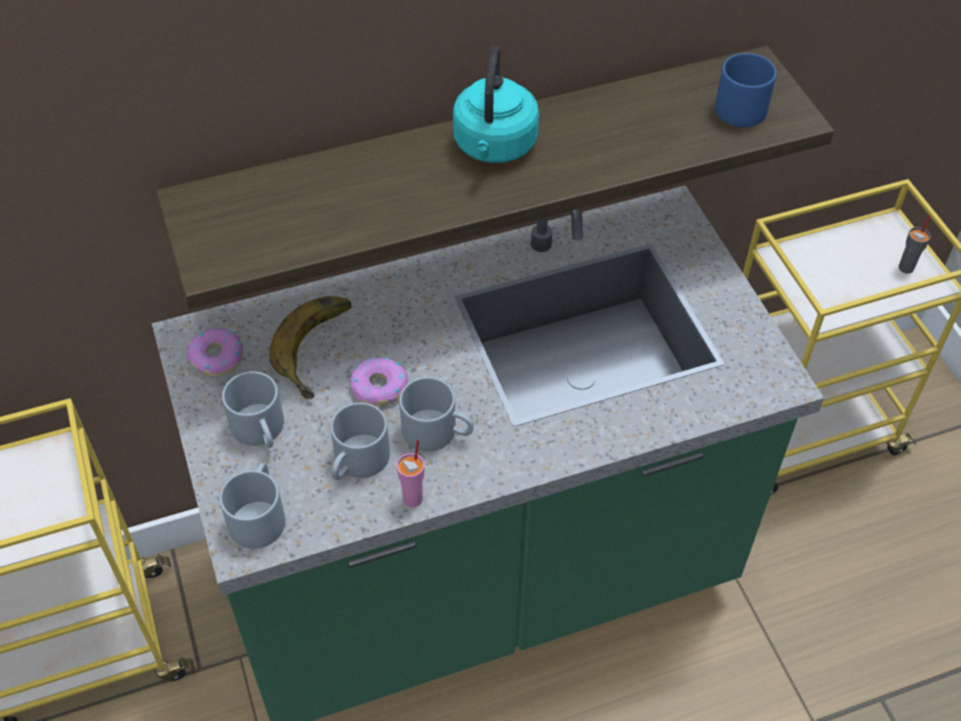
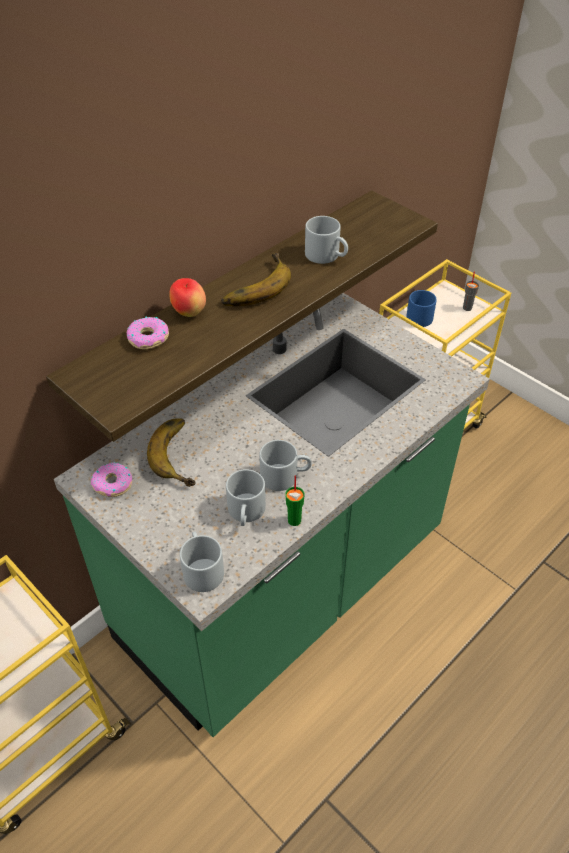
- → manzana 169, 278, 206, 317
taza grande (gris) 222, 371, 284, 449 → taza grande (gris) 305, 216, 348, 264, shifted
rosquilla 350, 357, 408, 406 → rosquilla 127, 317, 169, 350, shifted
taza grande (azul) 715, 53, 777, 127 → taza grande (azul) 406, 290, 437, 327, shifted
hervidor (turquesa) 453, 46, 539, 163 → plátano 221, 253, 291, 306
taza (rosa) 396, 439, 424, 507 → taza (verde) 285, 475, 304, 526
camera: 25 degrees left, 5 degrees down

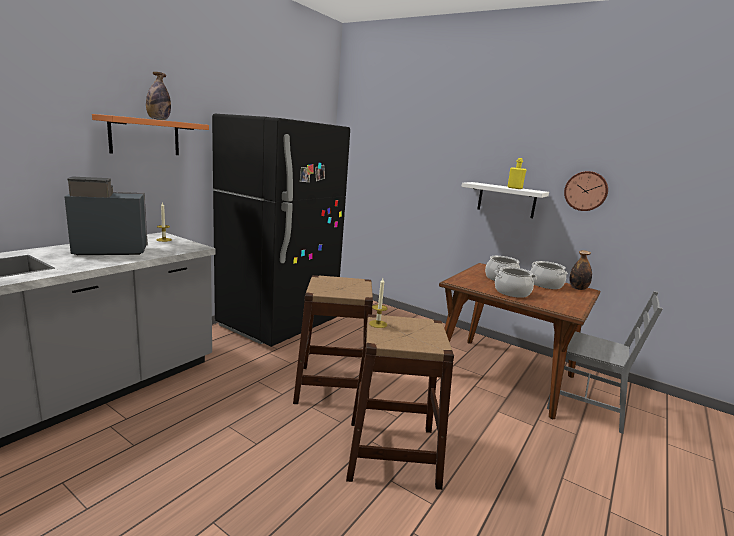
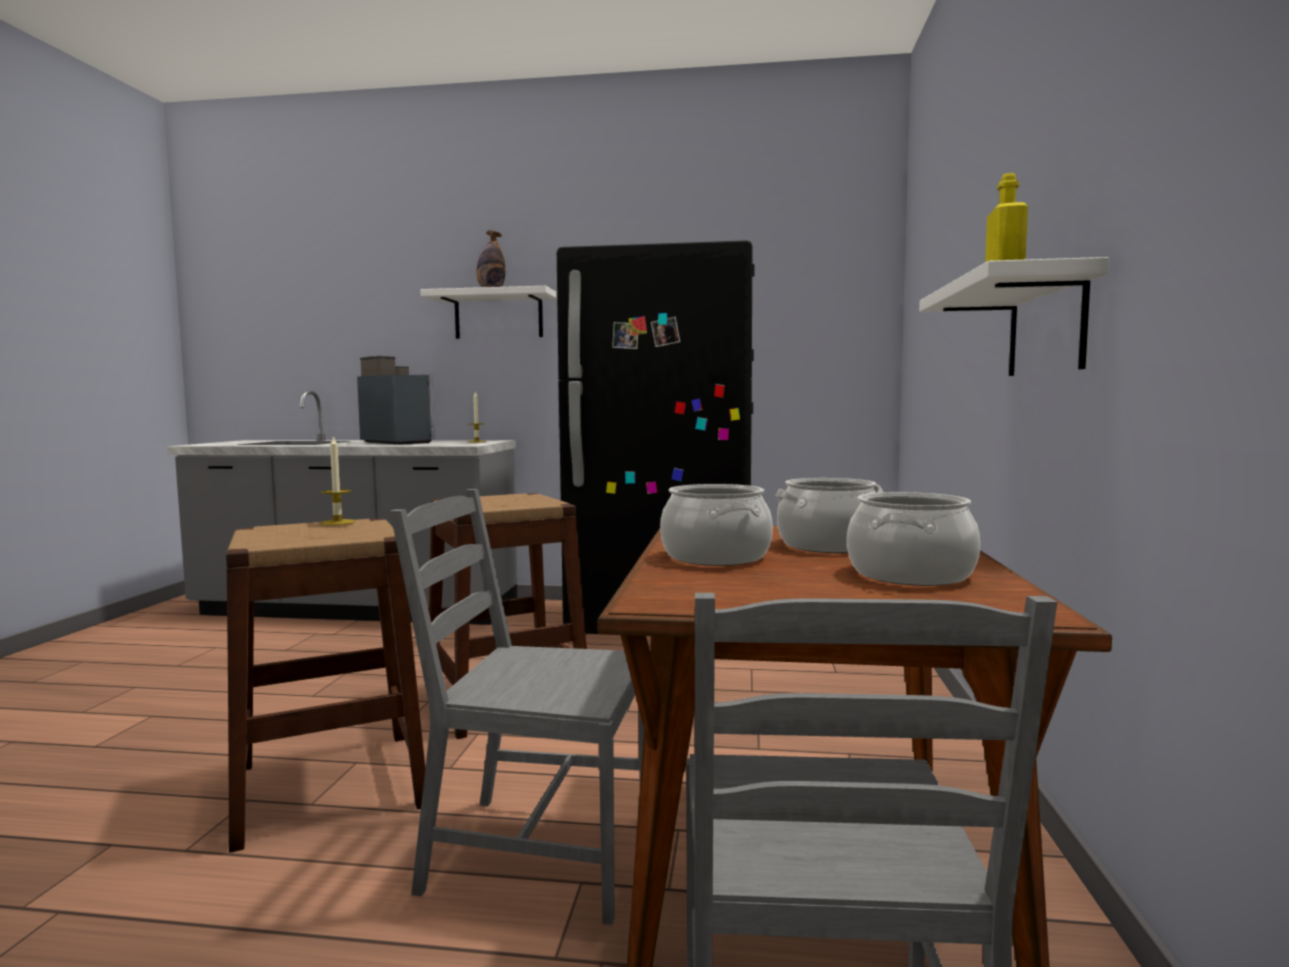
reloj de pared 564, 171, 608, 211 → -
botella 570, 250, 592, 290 → -
- → silla (gris) 390, 489, 644, 925
estante (naranja) 92, 114, 209, 155 → estante (blanco) 421, 286, 557, 339
camera: 65 degrees right, 10 degrees down

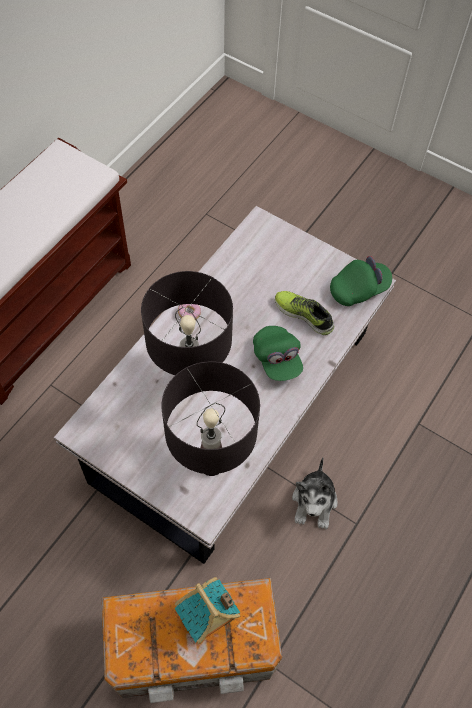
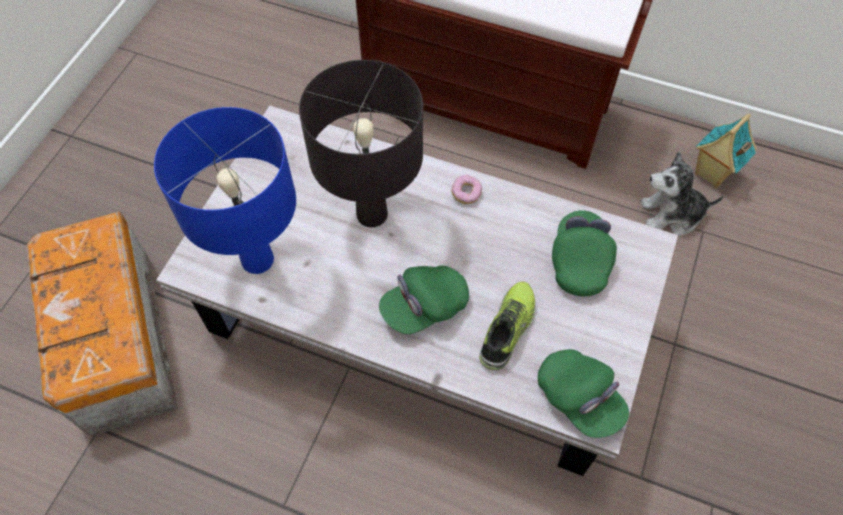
- → gorra (verde) 552, 210, 617, 296
casita 175, 577, 240, 644 → casita 695, 114, 757, 188, shifted
peluche 292, 457, 338, 529 → peluche 641, 151, 724, 235, shifted
lámpara de mesa (negro) 161, 361, 260, 476 → lámpara de mesa (azul) 154, 107, 296, 274
camera: 80 degrees right, 0 degrees up

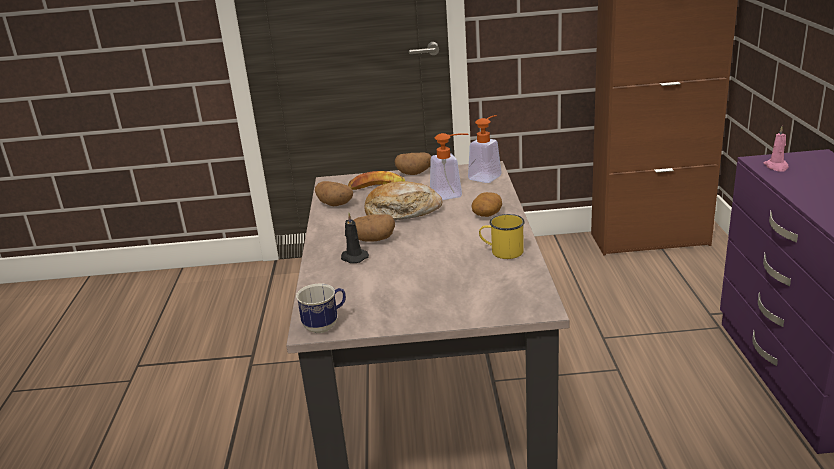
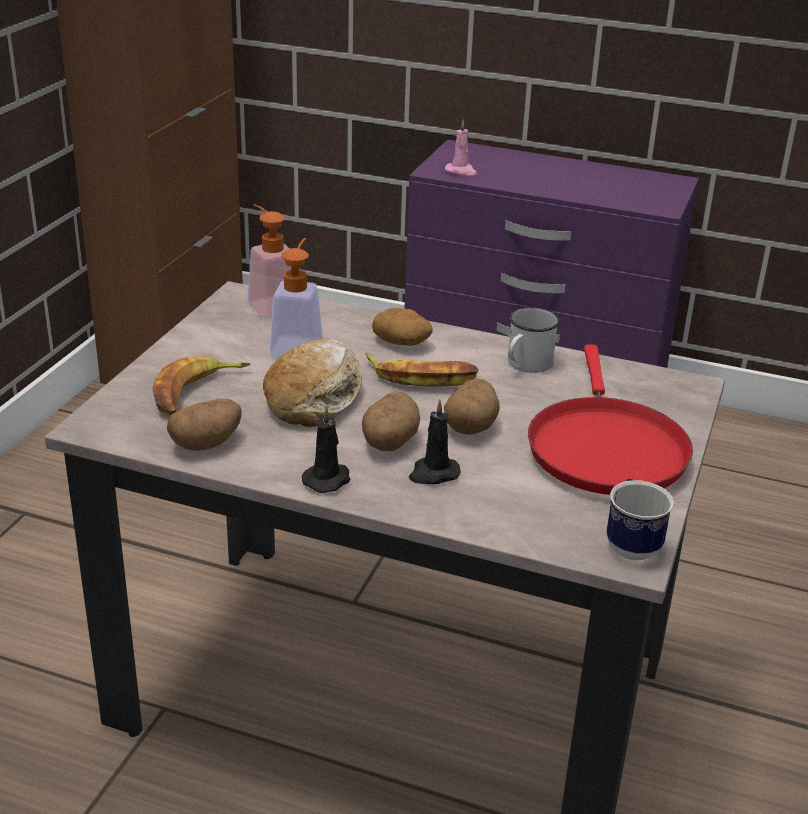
- → vela (negro) 302, 406, 350, 493
- → plátano 365, 352, 478, 387
- → sartén (rojo) 528, 344, 693, 495
patata 394, 152, 431, 175 → patata 444, 379, 500, 435, shifted
taza grande (amarillo) 479, 214, 525, 259 → taza grande (blanco) 508, 307, 560, 373
camera: 70 degrees left, 5 degrees up

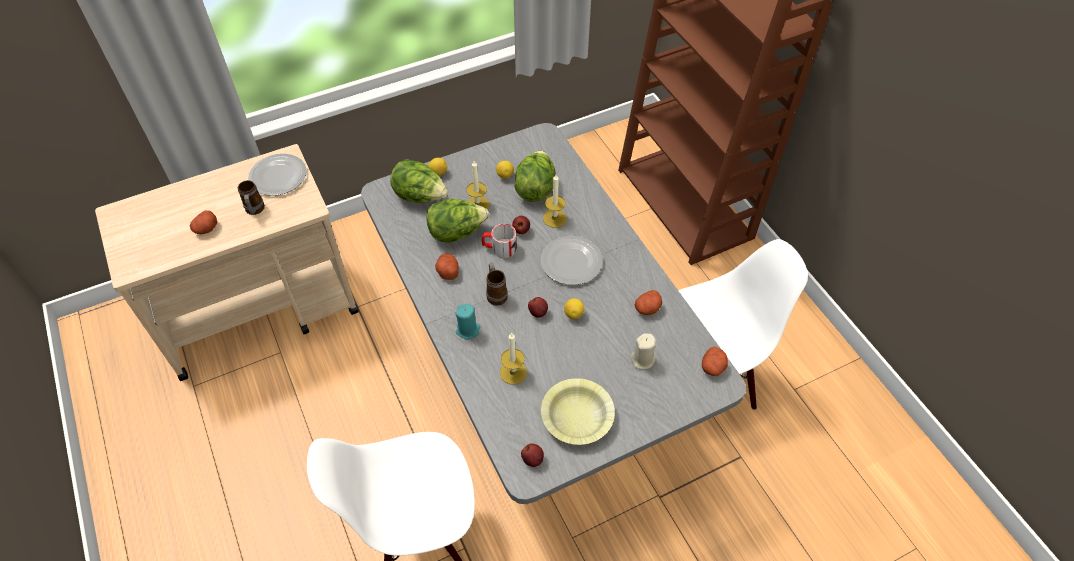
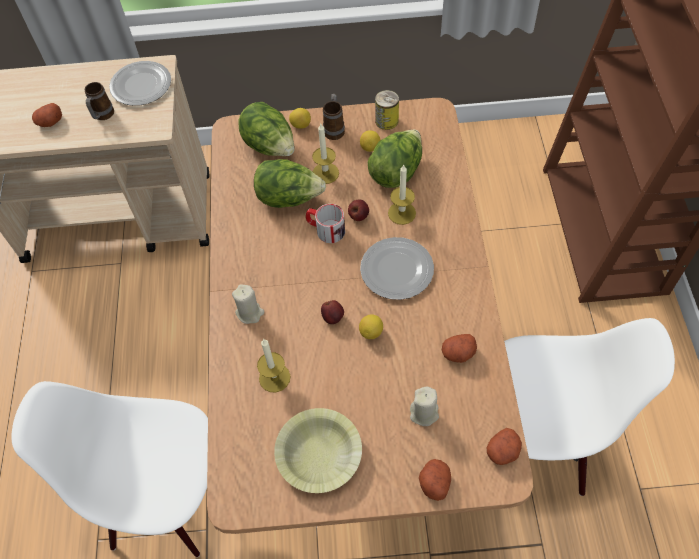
manzana 521, 443, 544, 467 → -
- → lata 375, 90, 399, 130
patata 435, 254, 458, 280 → patata 419, 459, 451, 501, shifted
taza grande 486, 263, 508, 306 → taza grande 323, 94, 345, 140, shifted
mesa de comedor (gris) 361, 123, 746, 504 → mesa de comedor (marrón) 207, 98, 533, 534
vela (turquesa) 455, 304, 480, 339 → vela (beis) 232, 284, 264, 324
camera: 25 degrees right, 5 degrees up

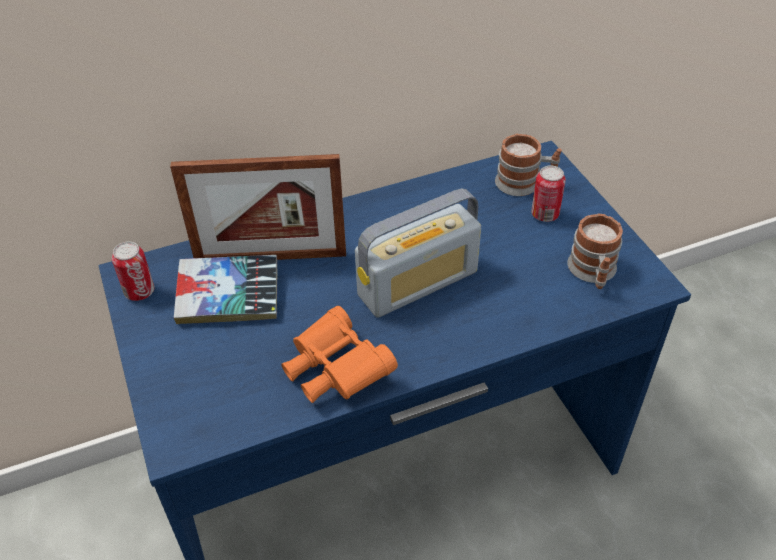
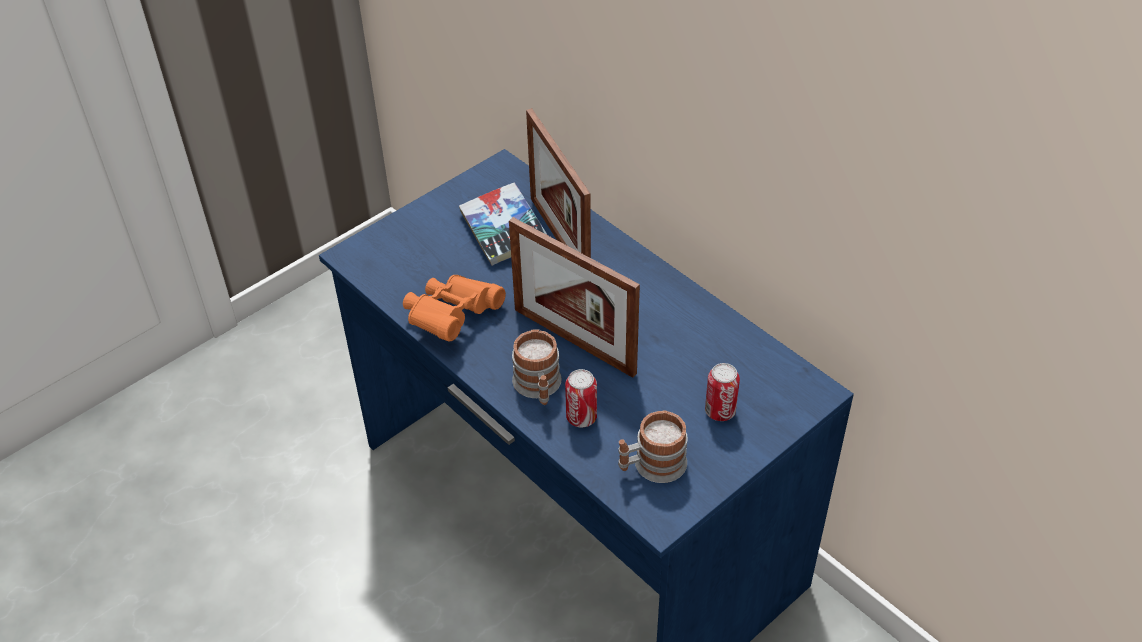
lata 112, 242, 154, 301 → lata 565, 369, 597, 427, shifted
taza grande 495, 134, 562, 196 → taza grande 512, 329, 562, 405, shifted
radio 355, 188, 481, 318 → portarretratos 509, 217, 640, 378
camera: 70 degrees right, 0 degrees up

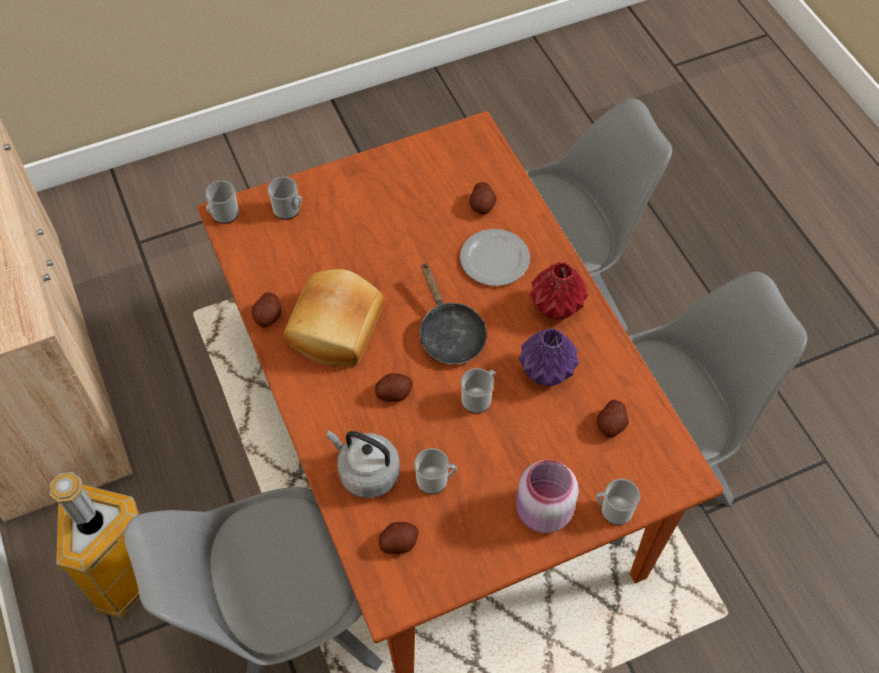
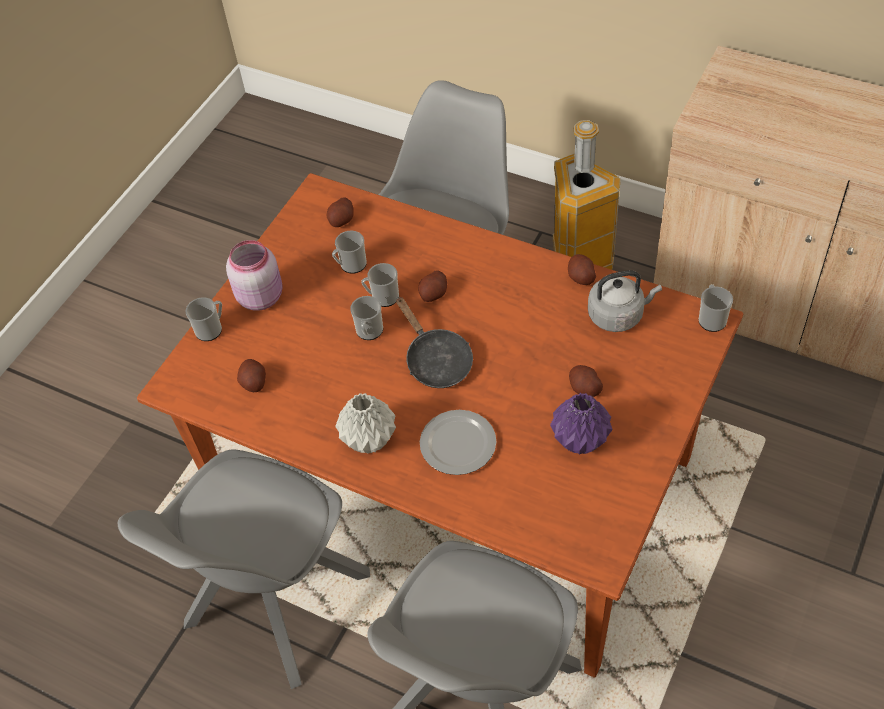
pan 284, 269, 384, 366 → -
taza grande 268, 177, 302, 220 → taza grande 361, 263, 399, 307, shifted
hervidor (gris) 327, 430, 400, 498 → hervidor (gris) 588, 270, 662, 332, shifted
patata 469, 182, 497, 215 → patata 569, 365, 603, 397, shifted
florero (morado) 519, 328, 579, 386 → florero (morado) 550, 393, 612, 455, shifted
florero (rojo) 530, 262, 588, 320 → florero (gris) 335, 393, 396, 454
sartén (negro) 420, 262, 487, 365 → sartén (negro) 396, 297, 473, 388, 150 degrees counterclockwise
camera: 145 degrees right, 5 degrees down

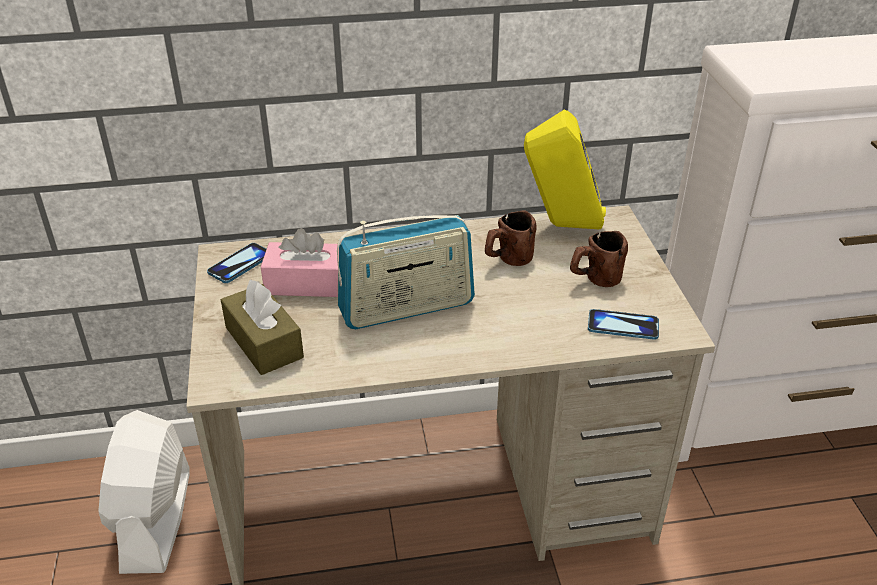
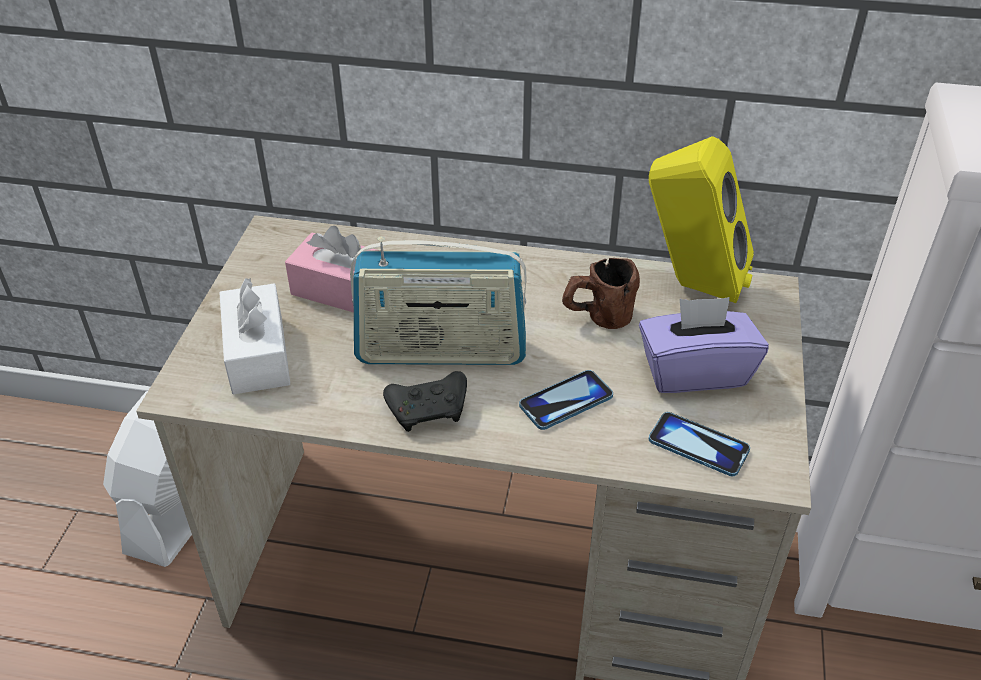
- → mando de consola (negro) 383, 371, 467, 432
móvil 207, 243, 266, 283 → móvil 519, 370, 613, 430, shifted
taza grande (marrón) 570, 231, 628, 287 → caja de pañuelos (morado) 639, 297, 769, 393
caja de pañuelos (marrón) 221, 280, 304, 375 → caja de pañuelos (blanco) 219, 278, 290, 395
camera: 20 degrees right, 5 degrees up

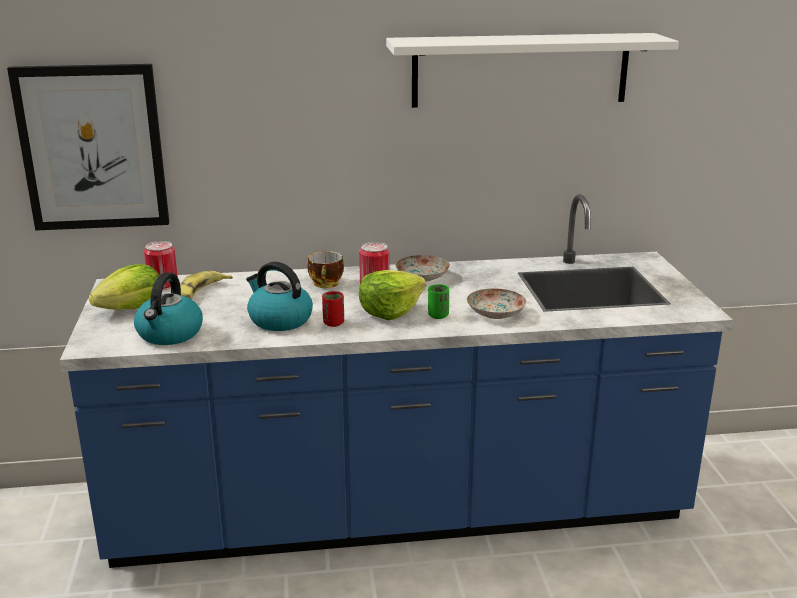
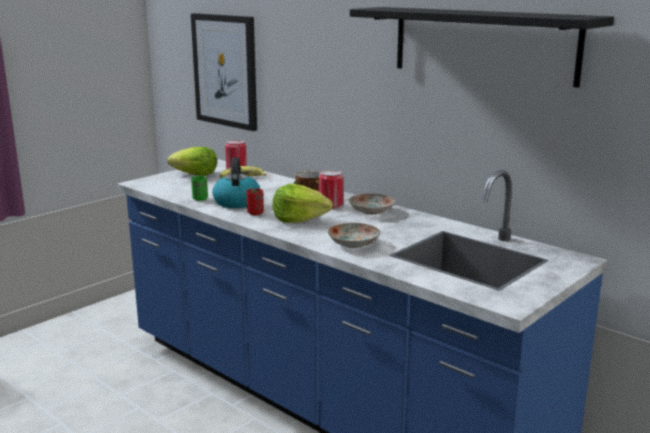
hervidor 134, 272, 203, 345 → -
taza (verde) 428, 284, 449, 319 → taza (verde) 191, 176, 208, 201, shifted
estante (blanco) 386, 33, 679, 108 → estante (negro) 350, 7, 614, 88
camera: 50 degrees right, 5 degrees down

